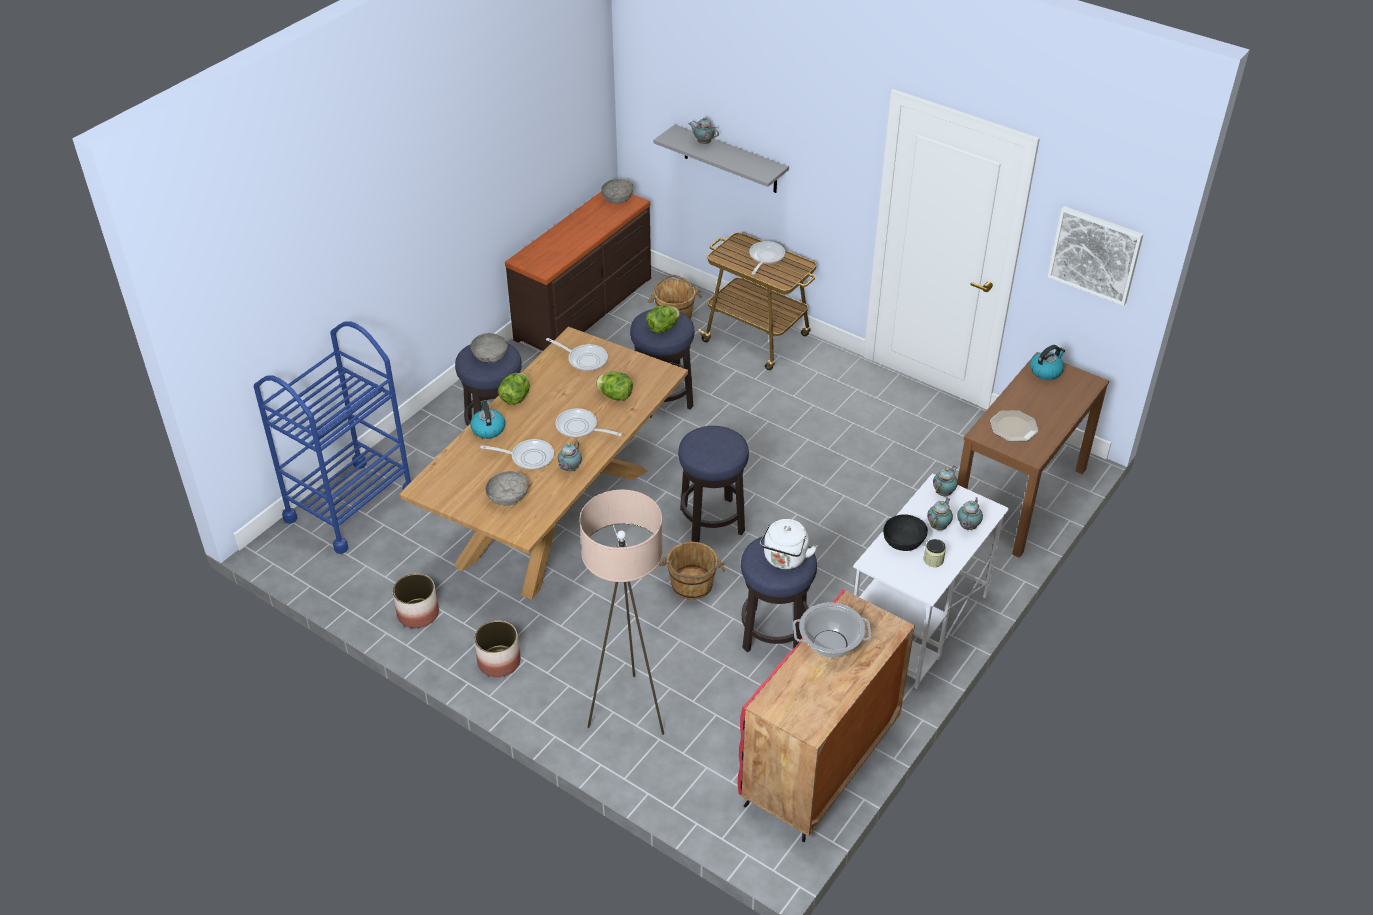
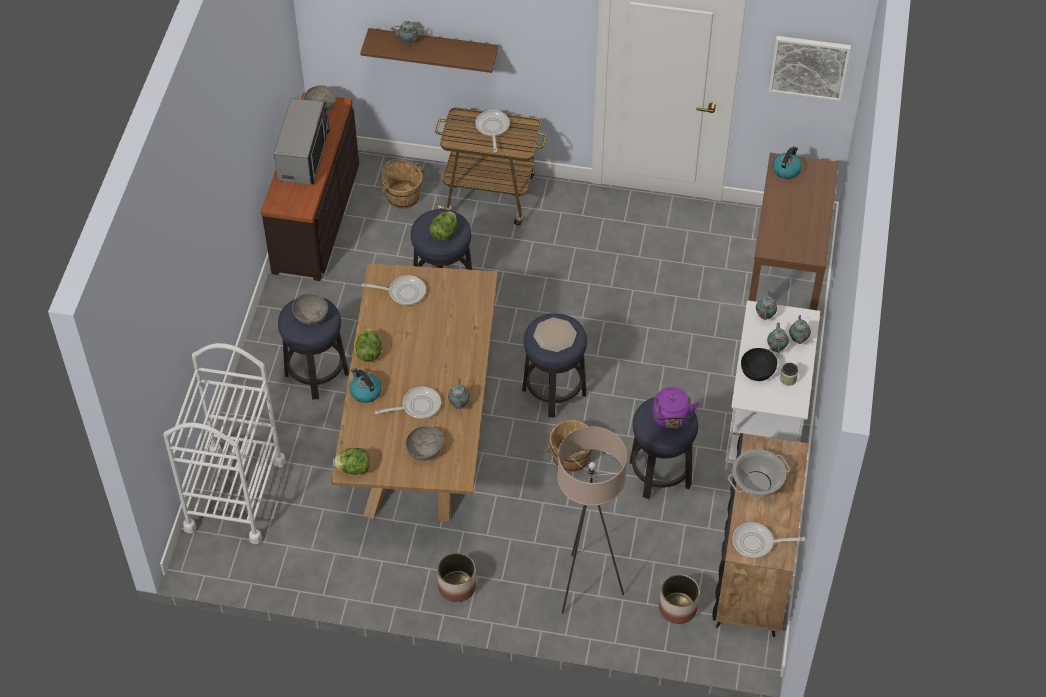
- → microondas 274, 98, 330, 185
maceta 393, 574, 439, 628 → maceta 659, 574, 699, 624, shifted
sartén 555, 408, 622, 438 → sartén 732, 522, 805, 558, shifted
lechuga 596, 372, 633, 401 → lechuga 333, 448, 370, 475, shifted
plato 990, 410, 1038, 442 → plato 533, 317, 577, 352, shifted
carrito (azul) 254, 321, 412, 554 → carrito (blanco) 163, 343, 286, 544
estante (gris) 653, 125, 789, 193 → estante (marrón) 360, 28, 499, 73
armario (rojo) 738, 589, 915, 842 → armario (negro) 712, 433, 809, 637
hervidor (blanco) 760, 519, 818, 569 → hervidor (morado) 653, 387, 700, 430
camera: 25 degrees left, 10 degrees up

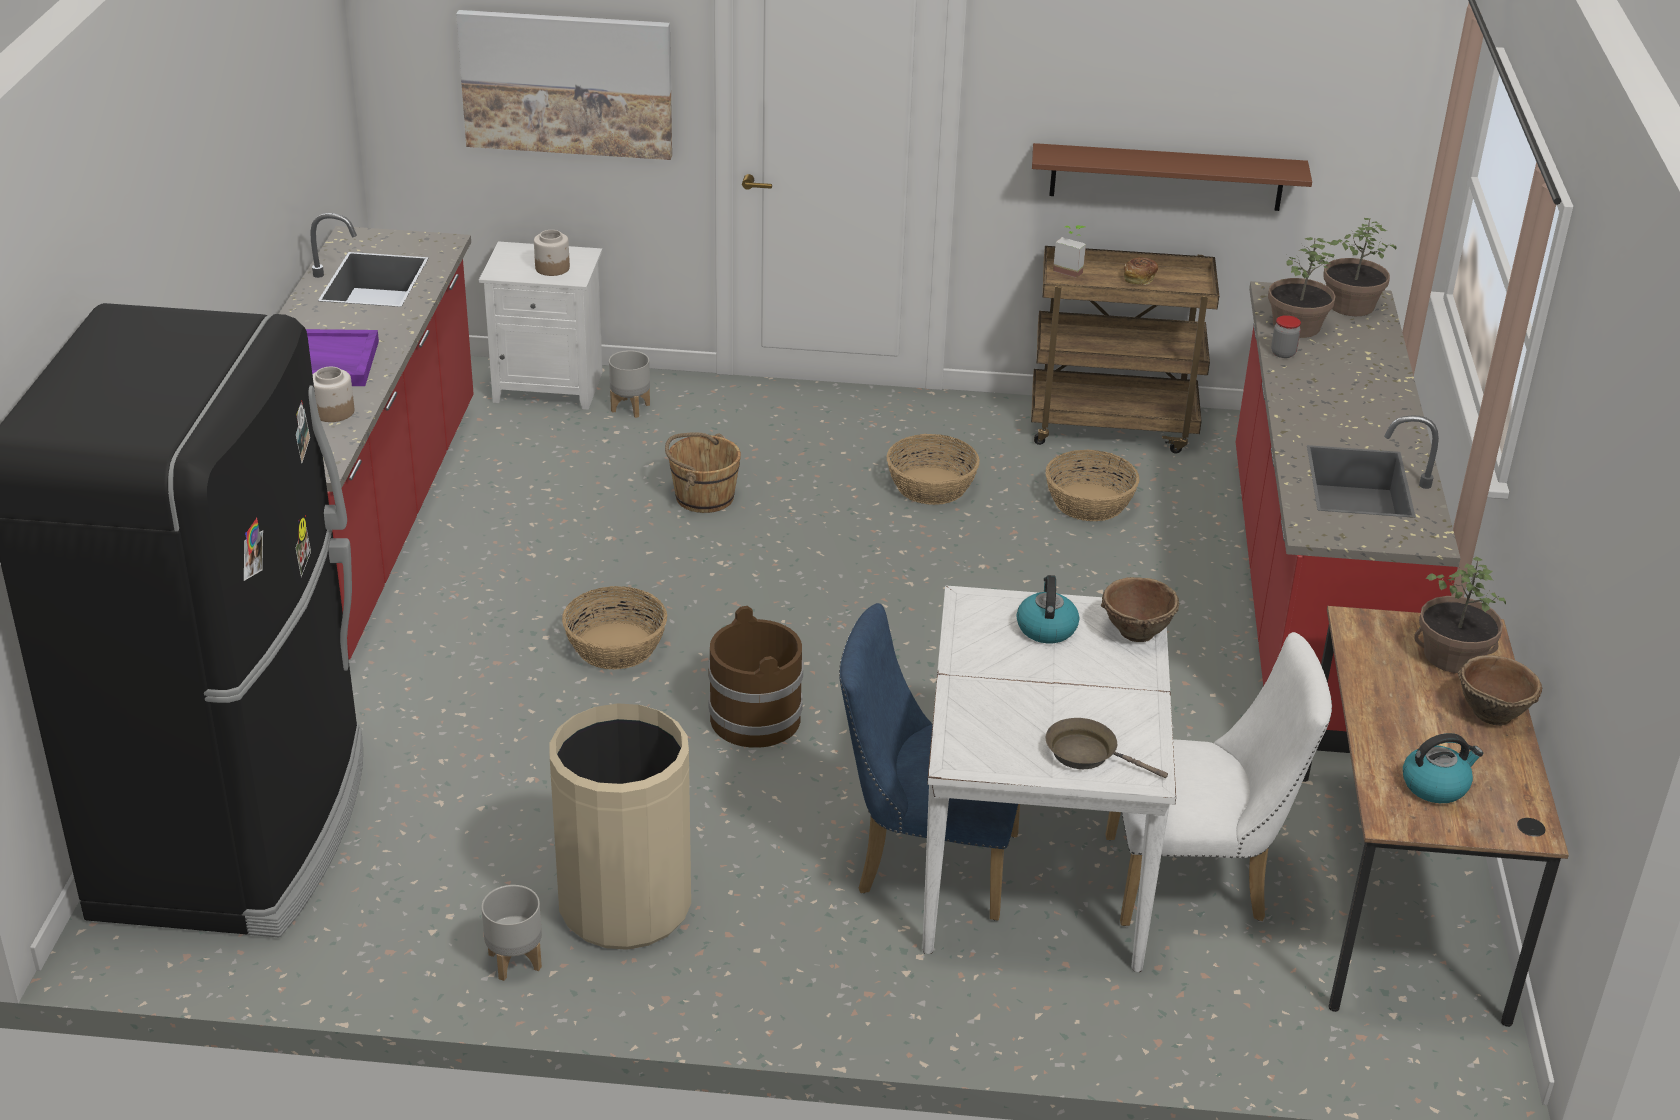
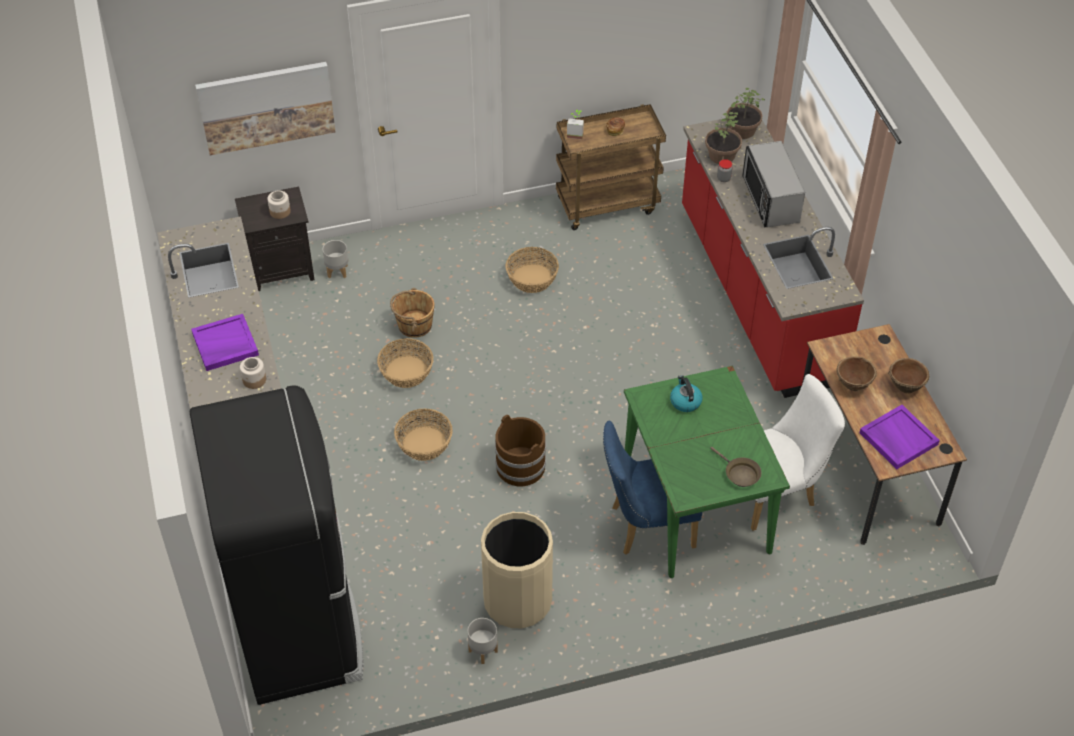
estante (marrón) 1032, 143, 1312, 211 → -
planta en maceta 1414, 557, 1506, 673 → -
- → microondas 742, 141, 805, 227
cesta 1045, 450, 1140, 521 → cesta 377, 338, 433, 388, shifted
cuenco (marrón) 1100, 577, 1180, 642 → cuenco (marrón) 836, 356, 877, 391, shifted
hervidor 1403, 733, 1483, 803 → bandeja (morado) 860, 405, 940, 470
mesita de noche (blanco) 479, 242, 603, 410 → mesita de noche (negro) 235, 187, 315, 291
mesa de comedor (blanco) 922, 585, 1176, 972 → mesa de comedor (verde) 624, 366, 790, 578
sartén (marrón) 1046, 718, 1168, 778 → sartén (marrón) 710, 447, 762, 487, 135 degrees counterclockwise
camera: 20 degrees left, 15 degrees up

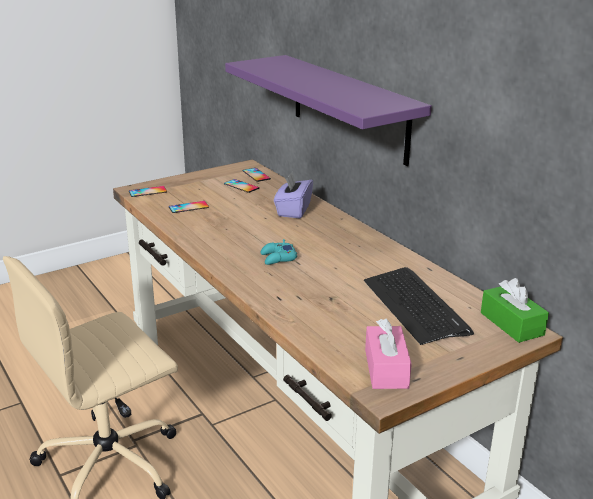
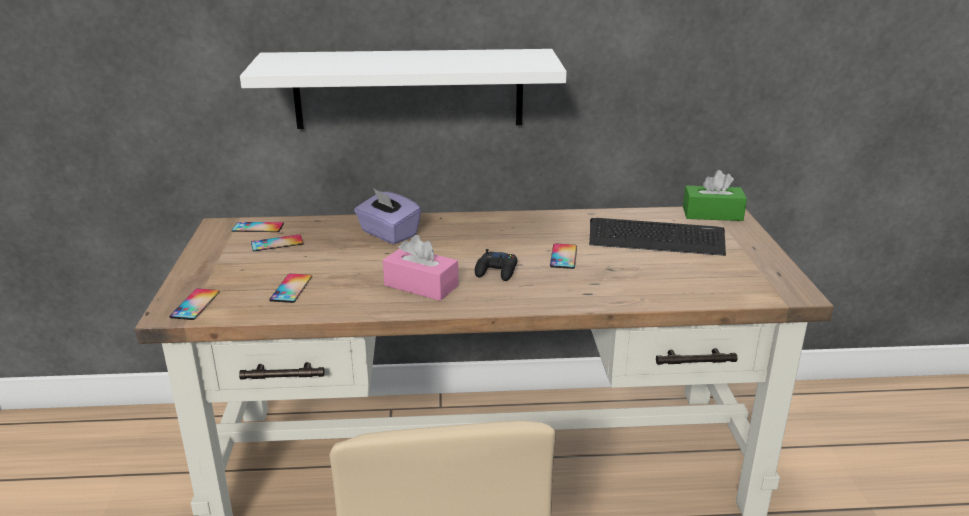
- → móvil 550, 243, 577, 269
caja de pañuelos (rosa) 365, 319, 412, 389 → caja de pañuelos (rosa) 383, 235, 458, 301, shifted
estante (morado) 225, 55, 432, 166 → estante (blanco) 240, 49, 567, 129
mando de consola (turquesa) 261, 239, 297, 265 → mando de consola (negro) 475, 249, 517, 281
camera: 60 degrees left, 0 degrees up

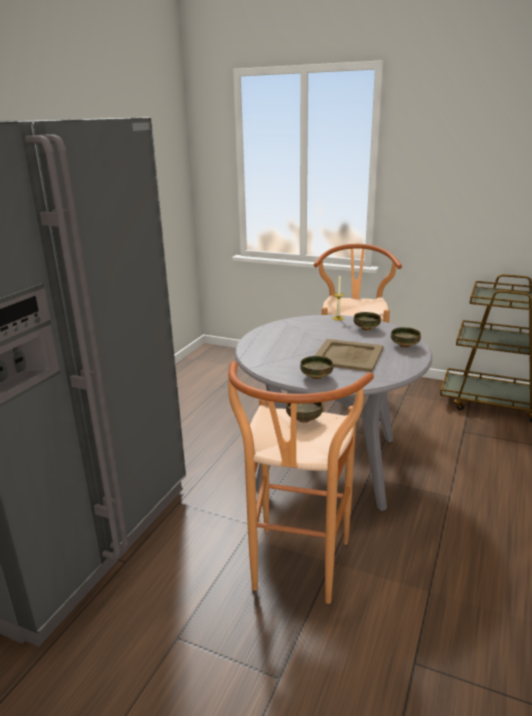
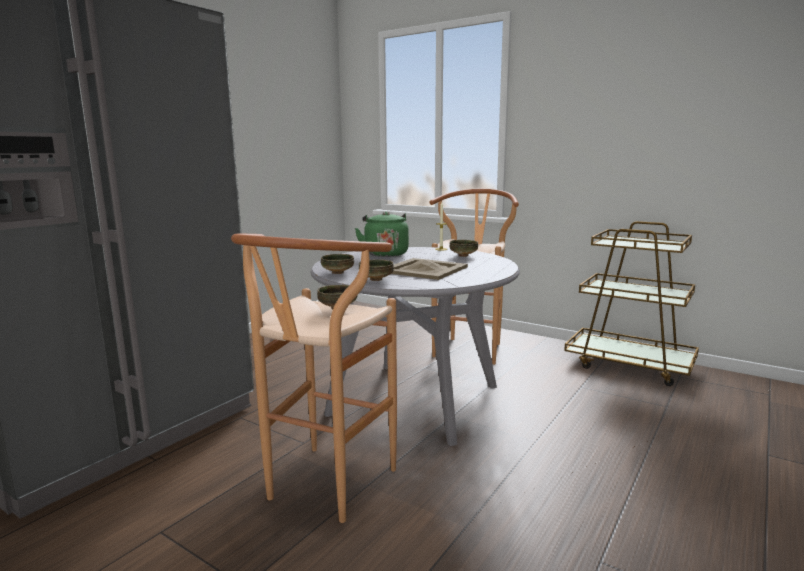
- → hervidor (verde) 355, 211, 409, 257
cuenco 391, 327, 421, 348 → cuenco 321, 254, 354, 274, shifted
camera: 10 degrees right, 10 degrees down

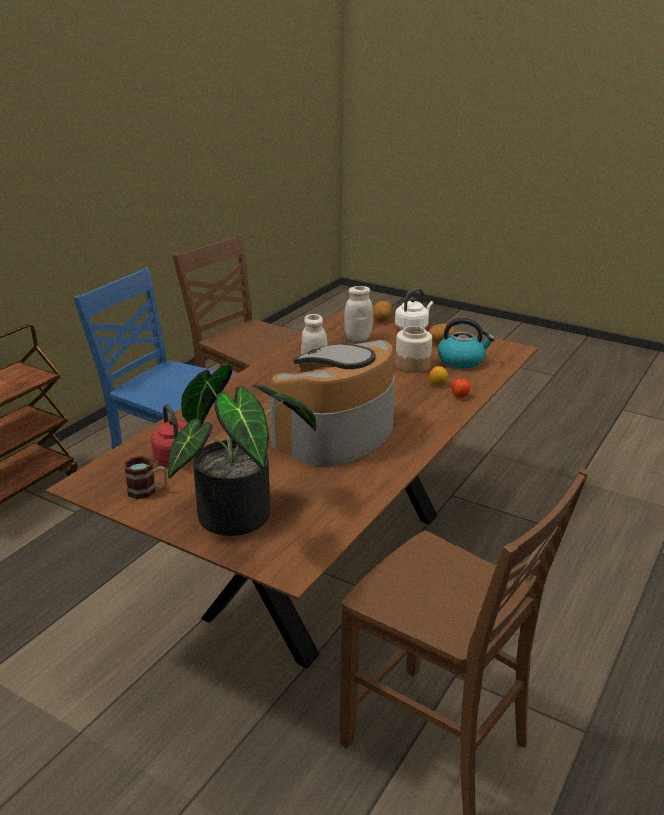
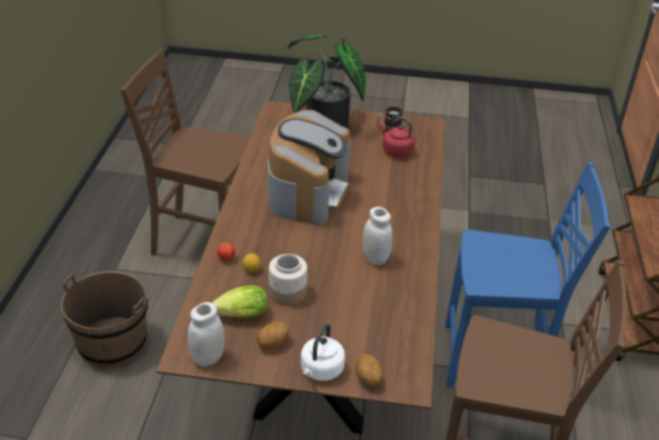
- → cubo (marrón) 61, 271, 148, 367
tarro (blanco) 344, 286, 373, 341 → tarro (blanco) 188, 302, 224, 367, shifted
hervidor 438, 318, 495, 369 → lechuga 212, 285, 268, 318
camera: 155 degrees right, 10 degrees up

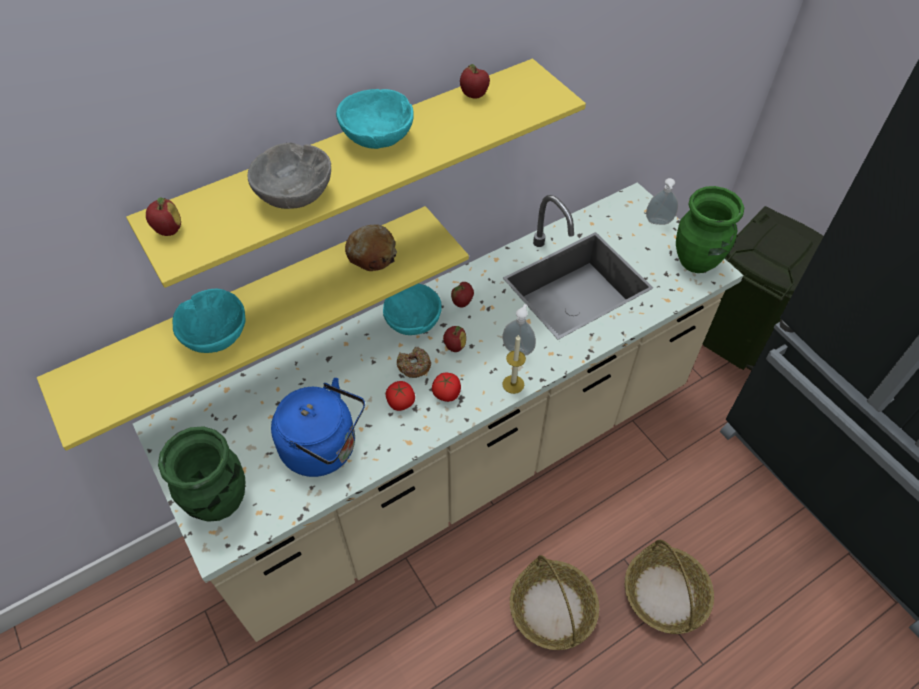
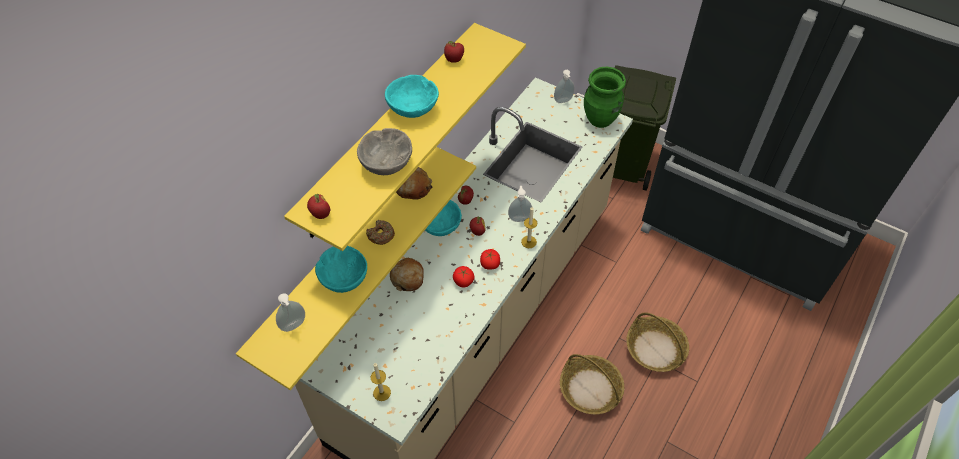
hervidor (azul) 271, 378, 365, 477 → -
- → dispensador de jabón 276, 293, 305, 332
- → pan 390, 258, 424, 291
rosquilla 397, 347, 431, 378 → rosquilla 366, 220, 395, 245, shifted
florero (verde) 158, 426, 246, 522 → vela 371, 363, 391, 401
camera: 25 degrees left, 0 degrees up

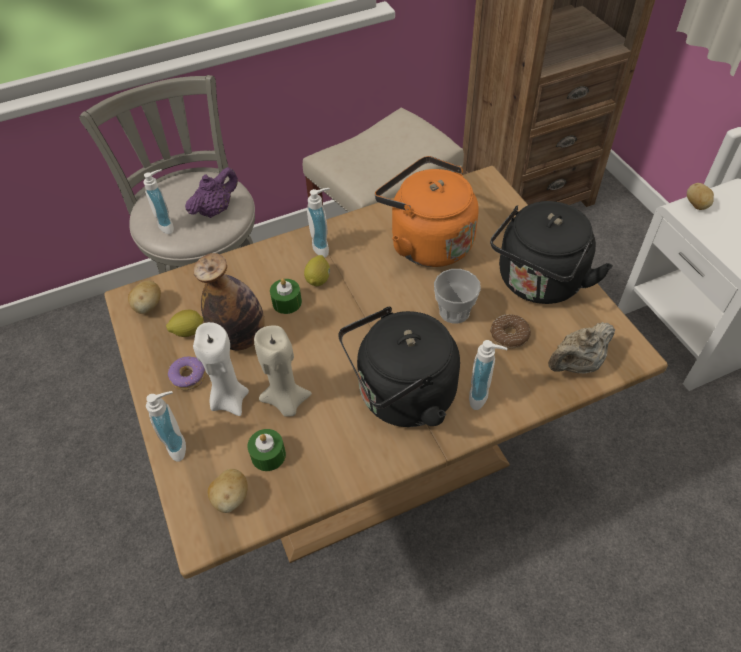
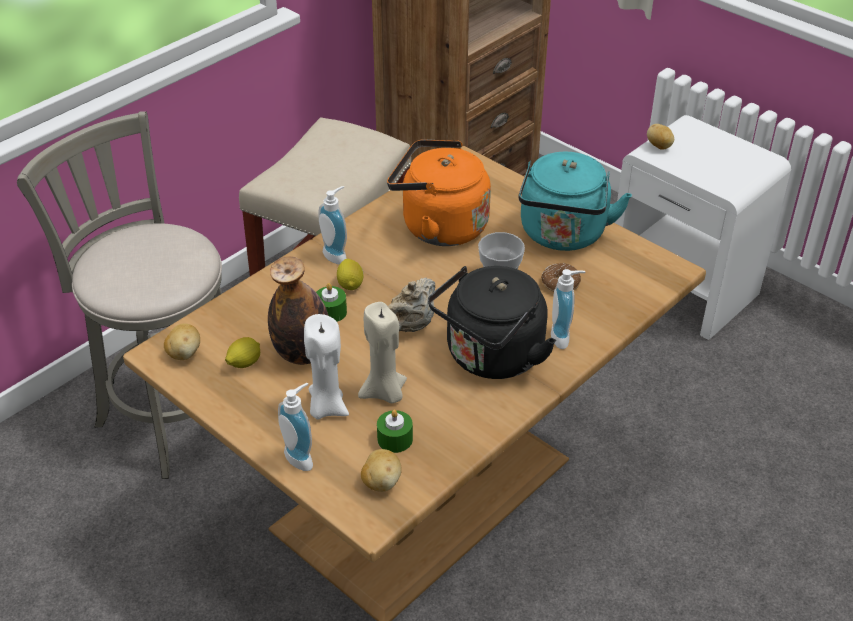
dispensador de jabón 144, 169, 174, 234 → -
rosquilla 168, 357, 206, 390 → -
tetera (morado) 185, 167, 238, 218 → -
tetera (beis) 548, 322, 615, 374 → tetera (beis) 388, 278, 436, 332, shifted
hervidor (negro) 490, 201, 613, 304 → hervidor (turquesa) 518, 152, 632, 251
camera: 25 degrees left, 10 degrees down

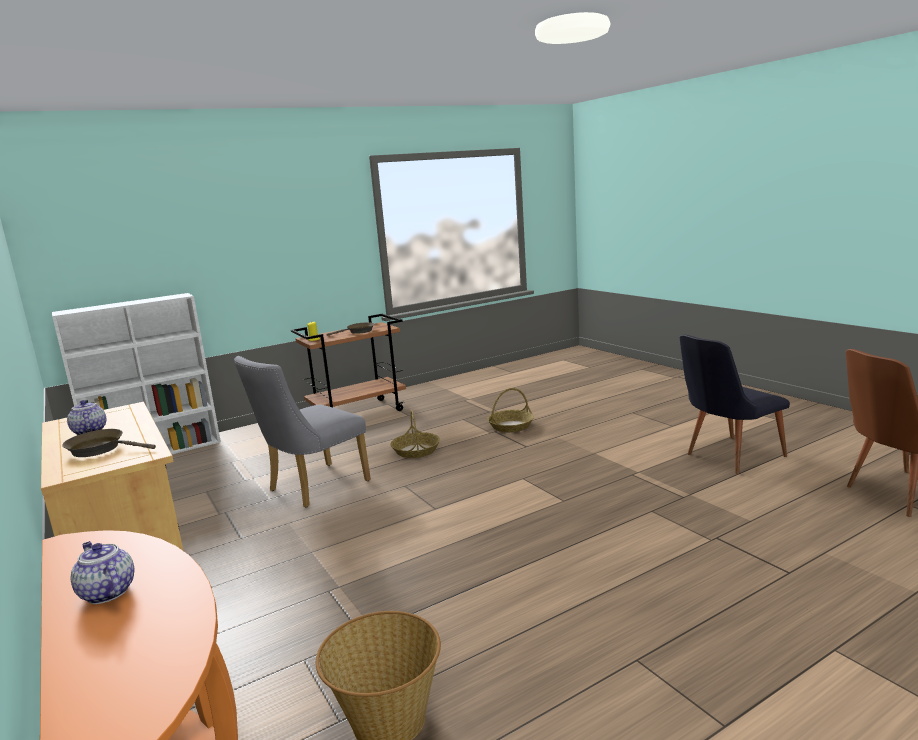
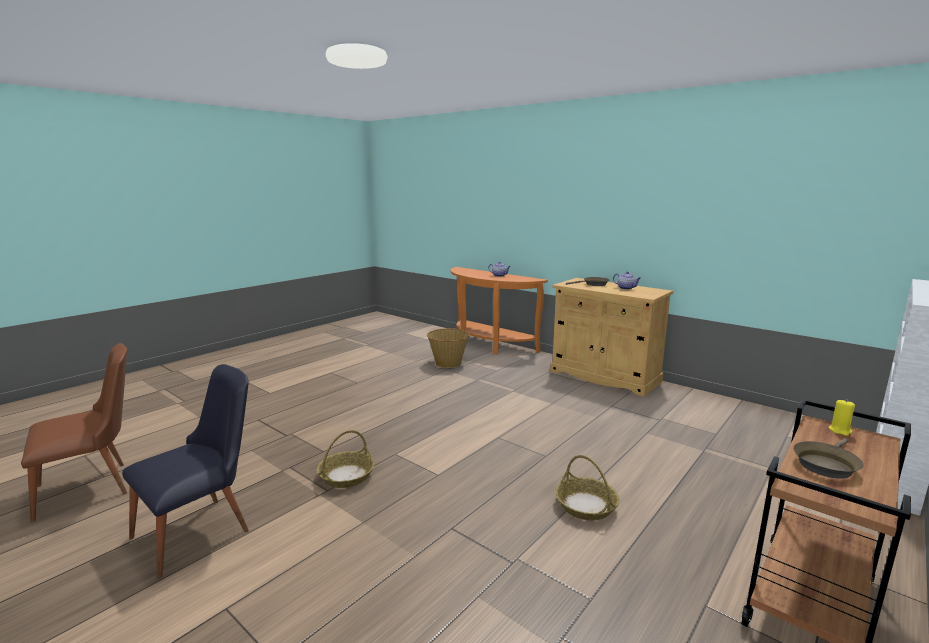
silla (gris) 234, 356, 371, 508 → -
cesta 487, 388, 534, 432 → cesta 317, 430, 375, 488, shifted
camera: 160 degrees right, 0 degrees up

